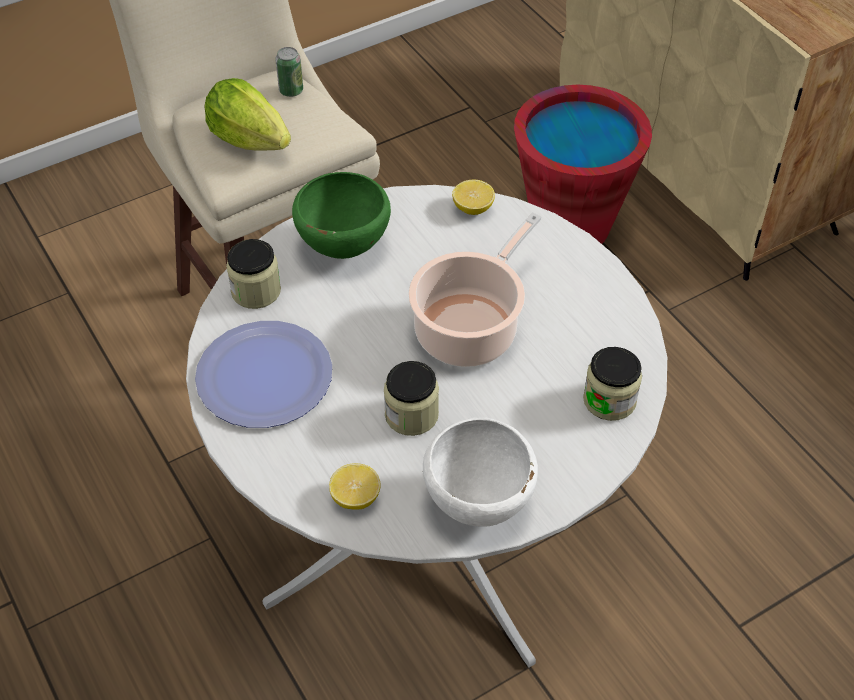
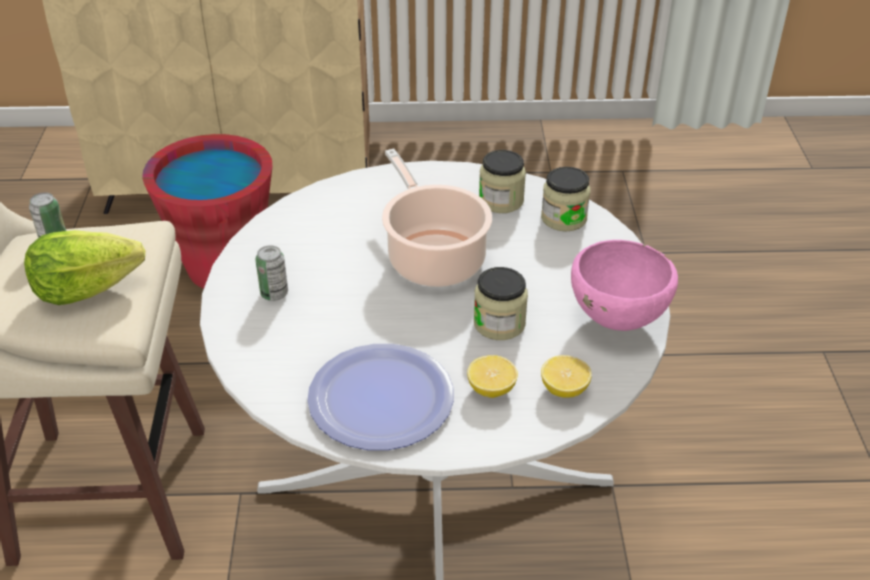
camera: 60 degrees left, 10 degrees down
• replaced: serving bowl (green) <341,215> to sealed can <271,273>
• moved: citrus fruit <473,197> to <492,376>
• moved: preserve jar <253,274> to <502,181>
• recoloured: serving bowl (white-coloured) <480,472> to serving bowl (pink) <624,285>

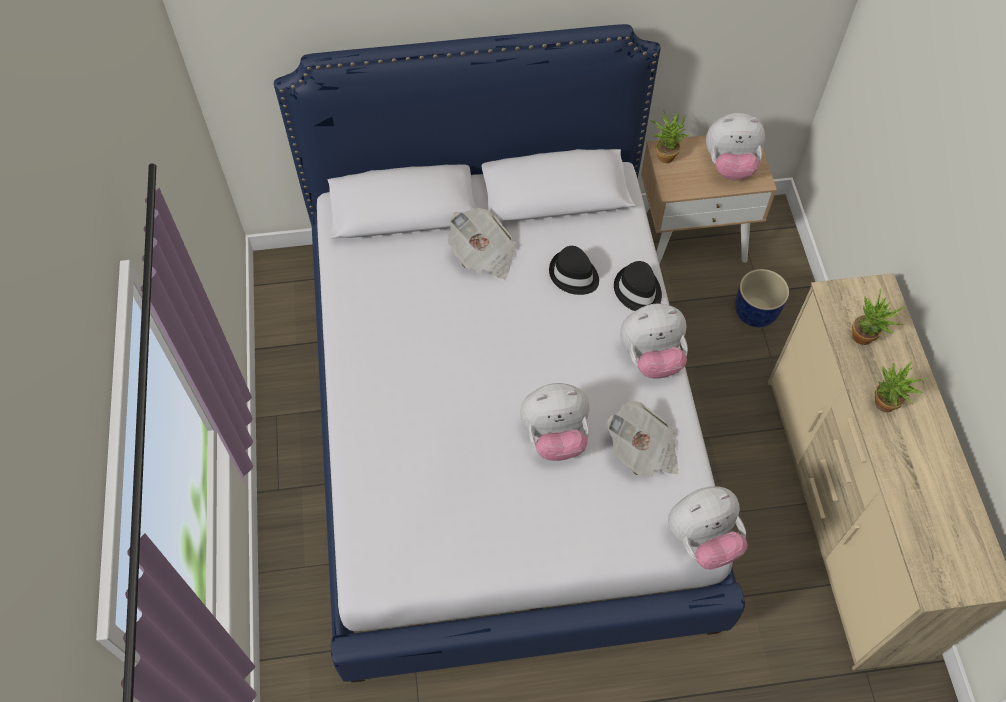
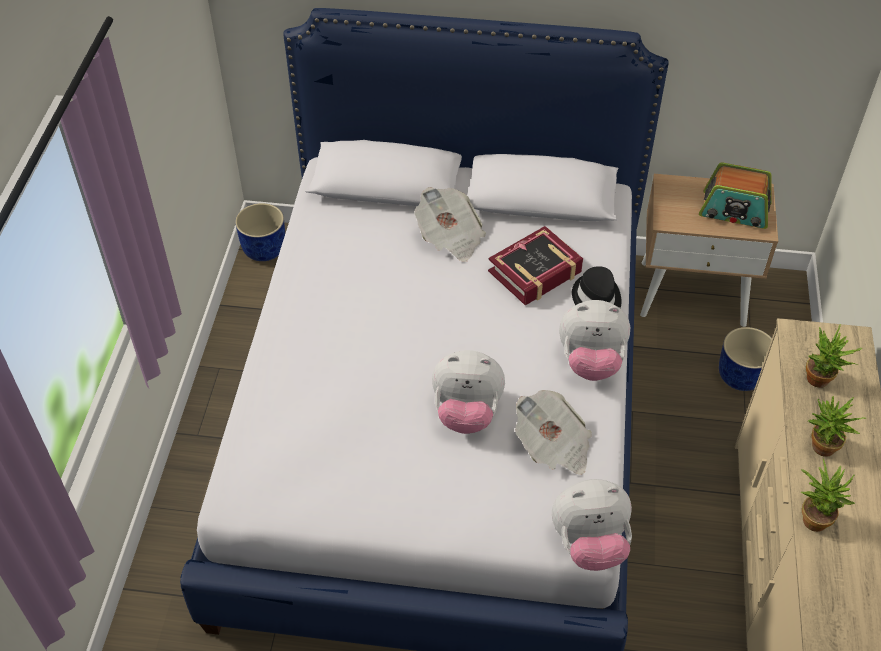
camera: 15 degrees right, 10 degrees down
• added: plant pot (blue) <260,232>
• replaced: wearable hat (blackish) <574,270> to volume <535,265>
• replaced: soft toy <735,146> to radio set <735,196>
• moved: plant in a pot <669,137> to <827,495>

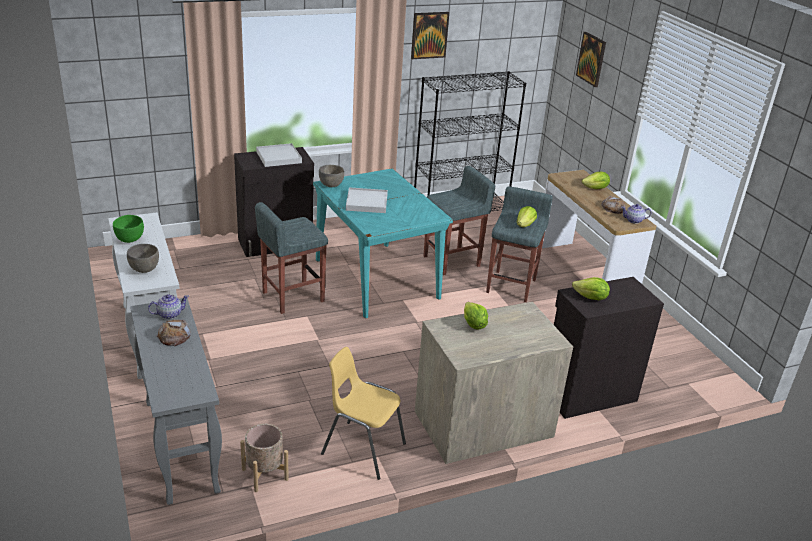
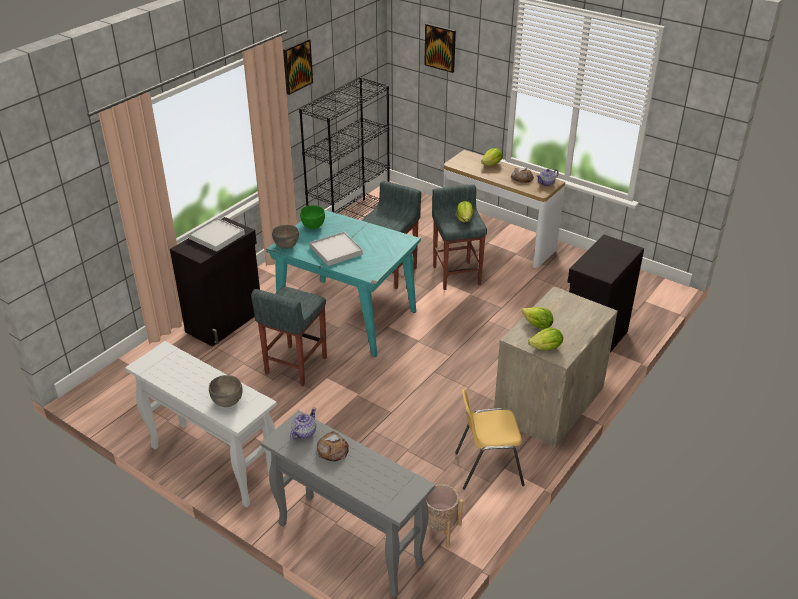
camera: 30 degrees left, 5 degrees up
• moved: serving bowl (green) <128,229> to <312,217>
• moved: lettuce <591,288> to <545,339>

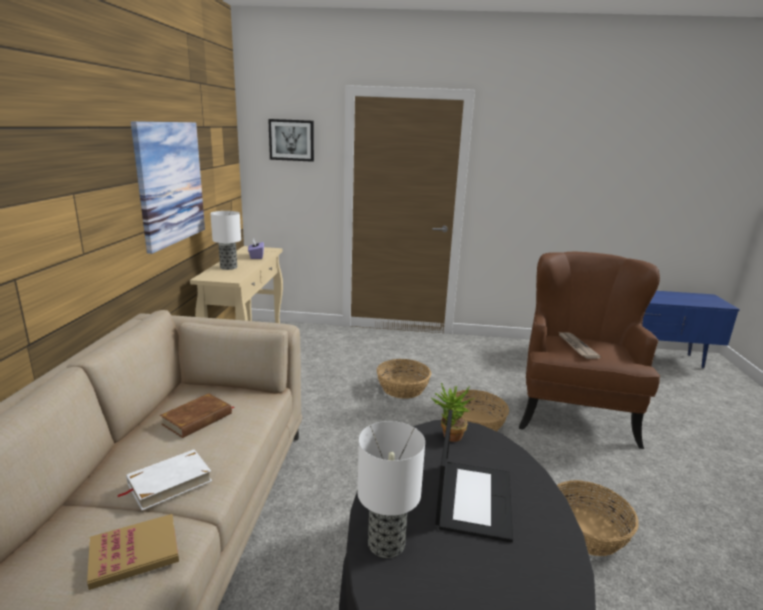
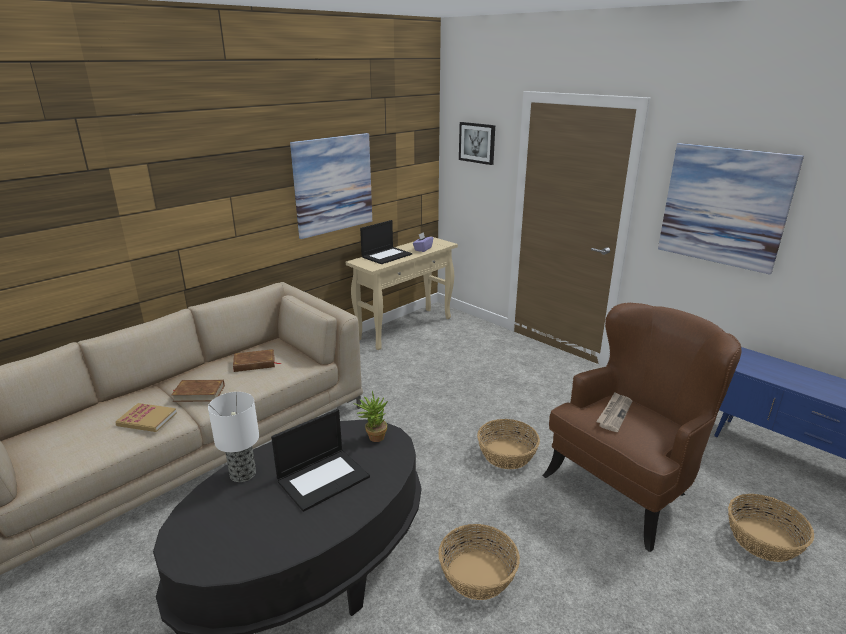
camera: 40 degrees right, 5 degrees up
• recoloured: volume (white-coloured) <165,479> to volume (brown-coloured) <198,391>
• replaced: tabletop lamp <225,240> to notebook computer <386,242>
• added: wall picture <731,209>
• moved: basket <404,379> to <771,528>

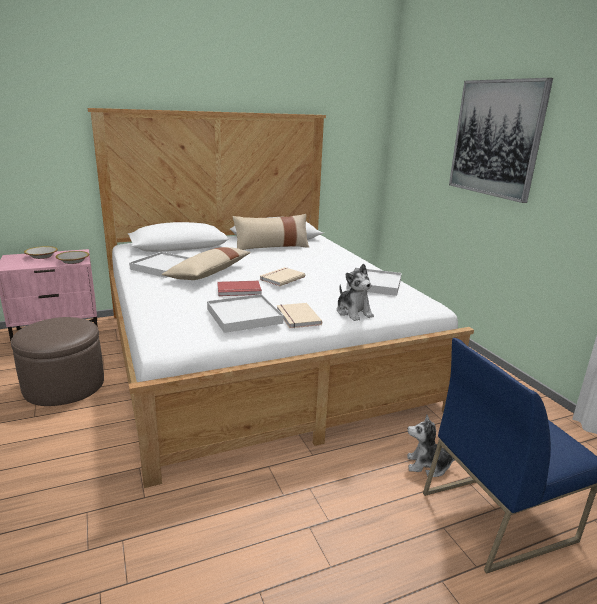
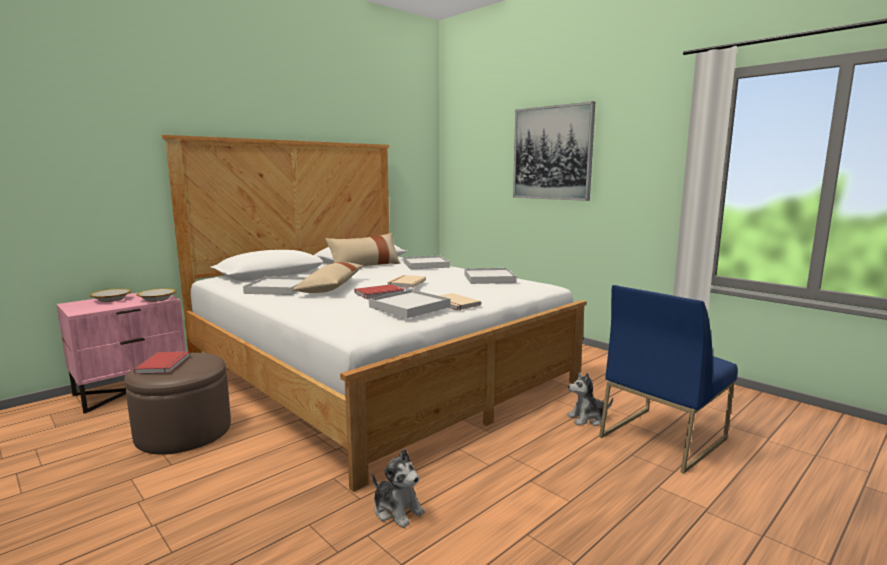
camera: 20 degrees left, 10 degrees down
• added: volume (reddish) <162,362>
• moved: soft toy <355,292> to <398,488>
• added: tray (white-coloured) <427,262>

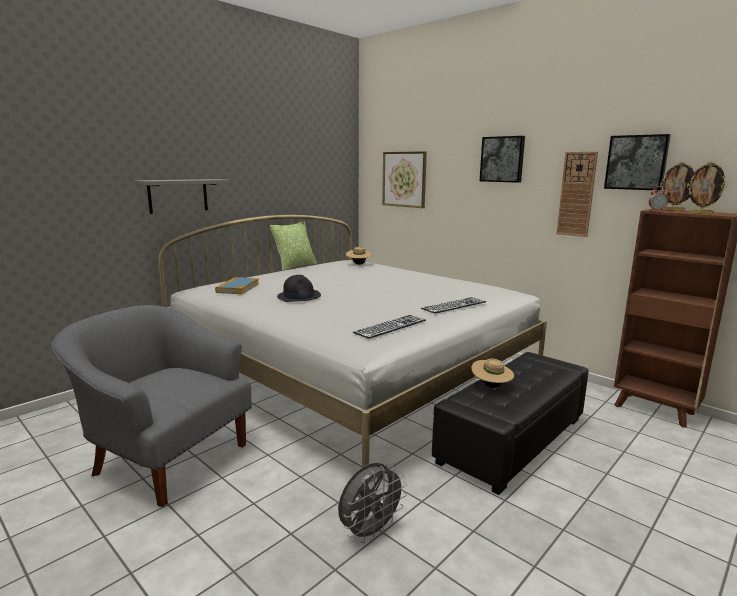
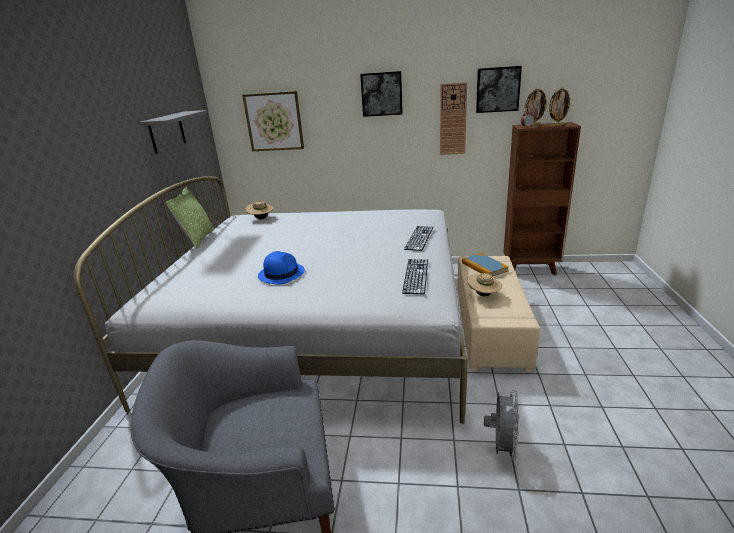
camera: 35 degrees left, 10 degrees up
• moved: wall shelf (gray) <181,196> to <173,132>
• recoloured: wearable hat (blackish) <299,288> to wearable hat (blue) <281,268>
• recoloured: ottoman (blackish) <510,423> to ottoman (beige) <498,314>
• moved: volume <237,285> to <485,264>

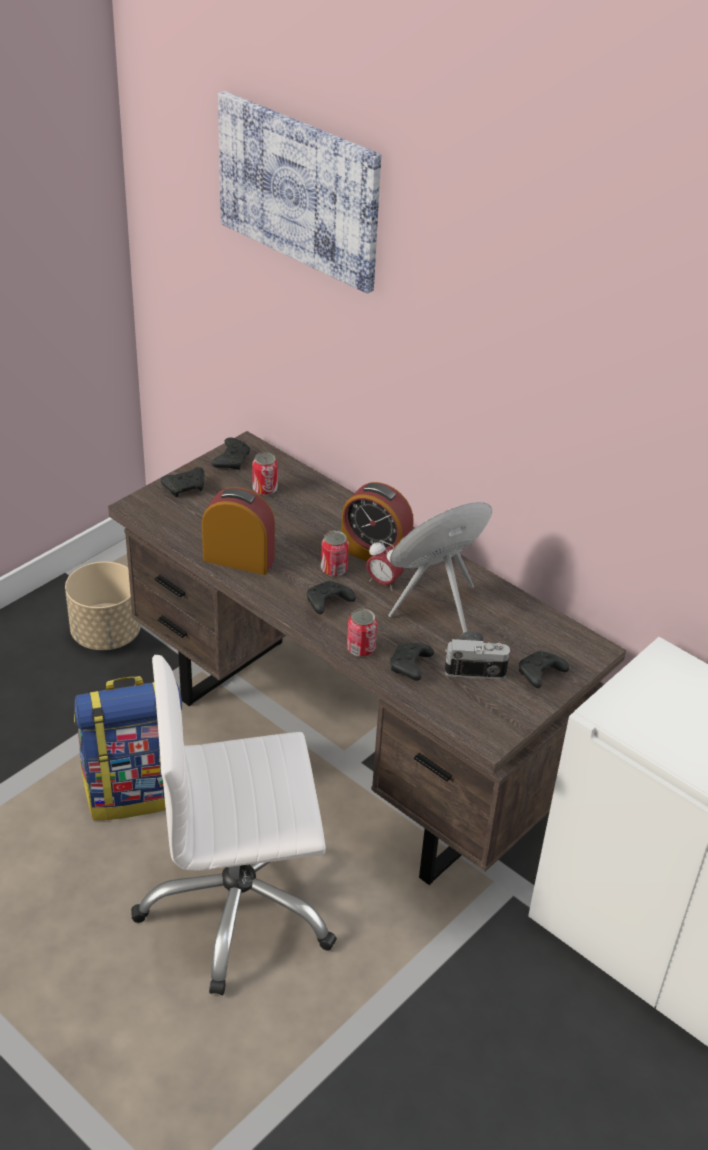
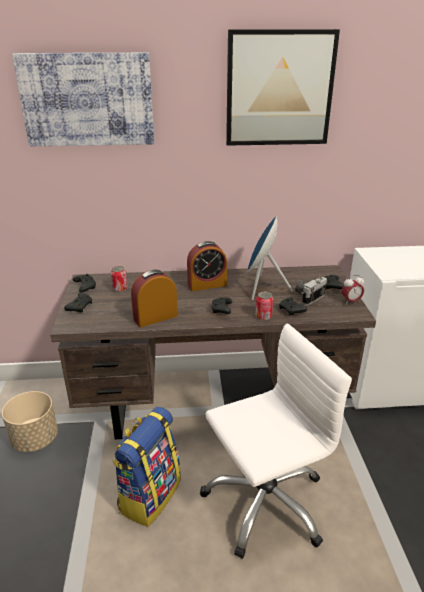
camera: 45 degrees left, 10 degrees down
• turned: desk chair (white-coloured) <234,825> = <276,441> 150 degrees counterclockwise
• added: wall picture <283,87>
• moved: table clock <385,566> to <353,289>
• removed: sealed can <335,553>

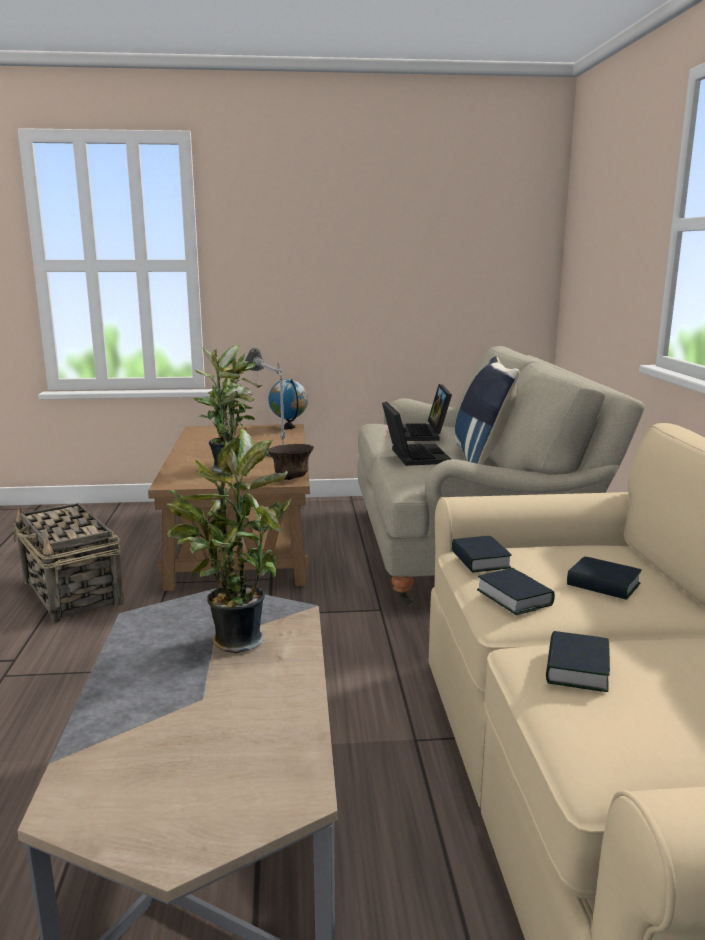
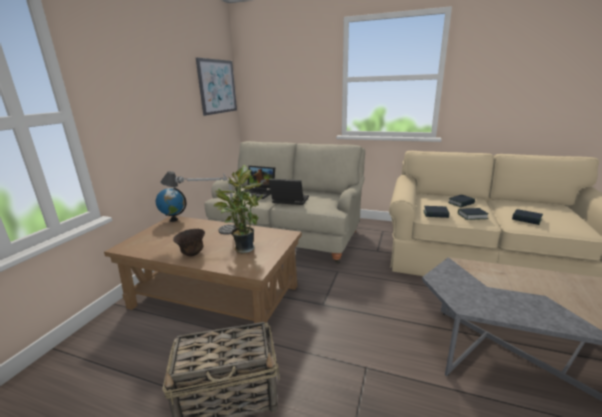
camera: 65 degrees left, 5 degrees up
• moved: serving bowl (brown-coloured) <290,462> to <189,243>
• added: wall picture <216,87>
• removed: plant in a pot <228,540>
• removed: pillow (blue) <487,410>

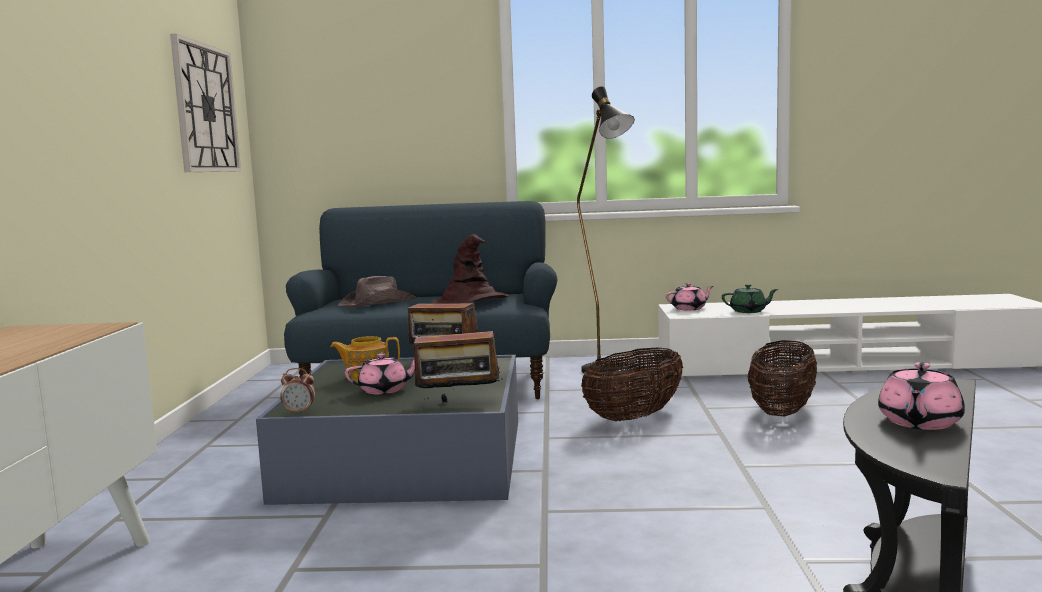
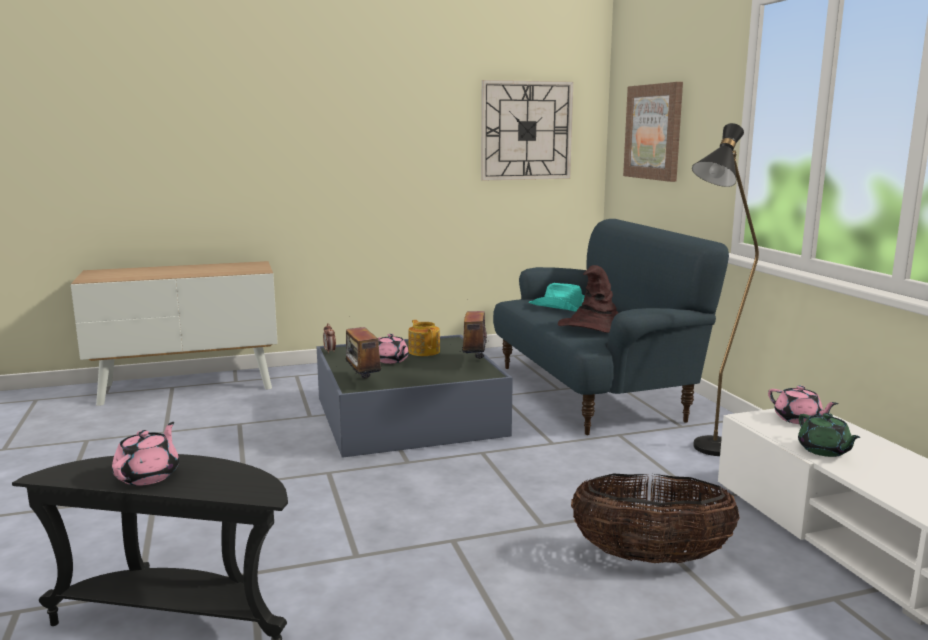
camera: 70 degrees right, 5 degrees up
• turned: pot for tea (pink) <921,396> = <145,454> 90 degrees clockwise
• recoloured: wearable hat (brown-coloured) <377,291> to wearable hat (blue-green) <557,297>
• added: wall picture <653,132>
• removed: basket <632,385>

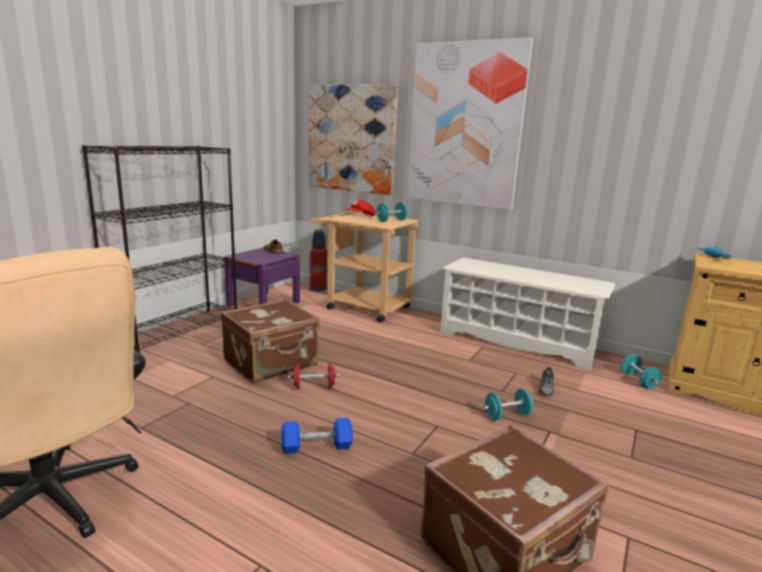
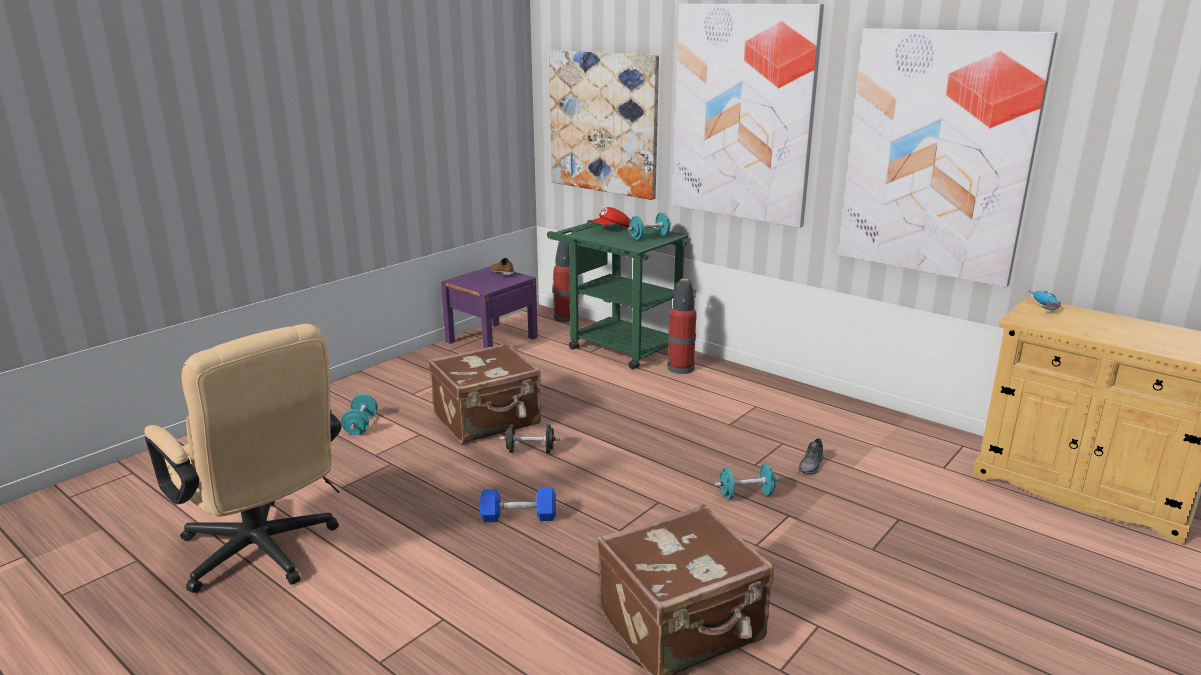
camera: 10 degrees right, 5 degrees up
• moved: free weight (blue-green) <641,371> to <359,414>
• recoloured: free weight (reddish) <314,376> to free weight (blackish) <530,438>
• recoloured: wheeled cart (beige) <364,267> to wheeled cart (green) <617,294>
• added: fire-fighting cylinder <682,326>
• added: wall picture <948,157>
• removed: bookshelf (blackish) <159,248>
• removed: shoe shelf (white-coloured) <527,313>

